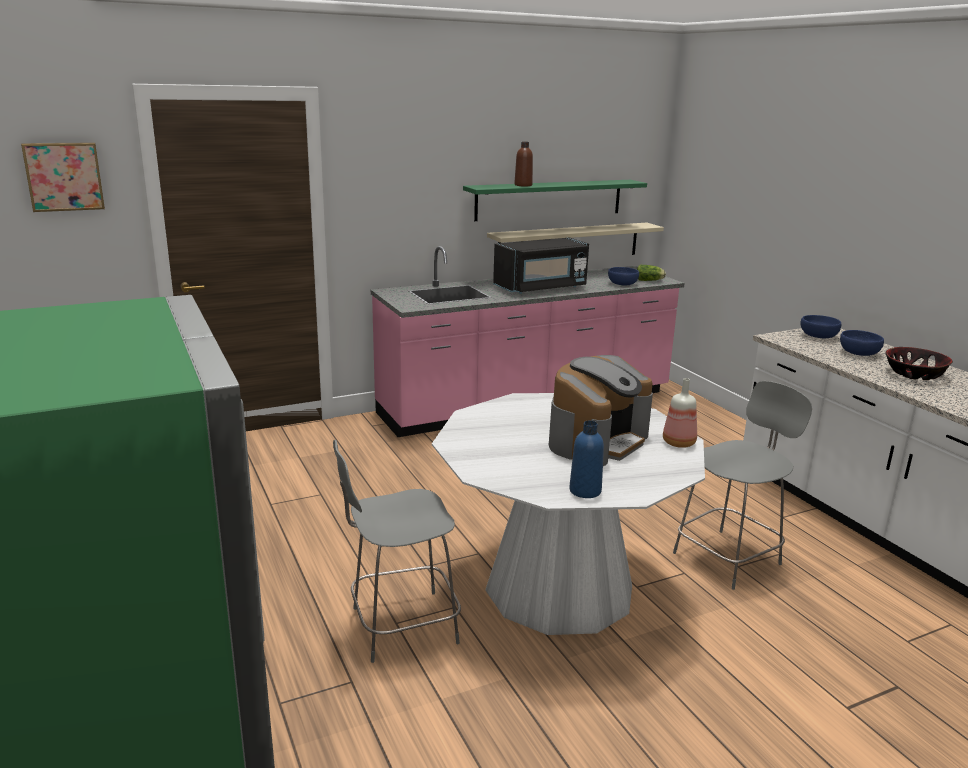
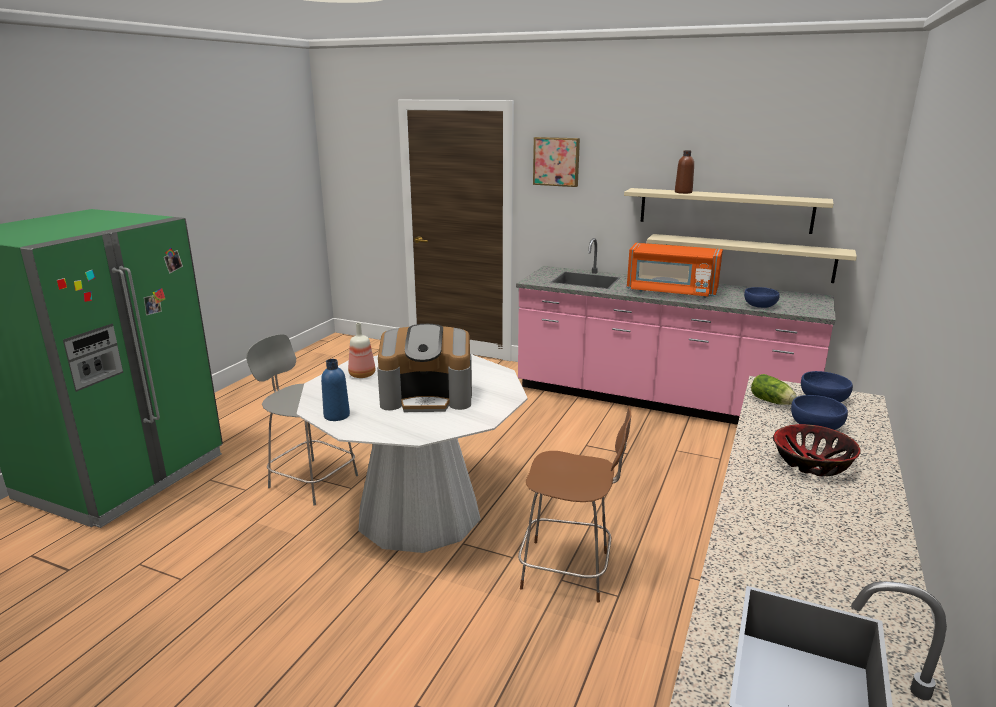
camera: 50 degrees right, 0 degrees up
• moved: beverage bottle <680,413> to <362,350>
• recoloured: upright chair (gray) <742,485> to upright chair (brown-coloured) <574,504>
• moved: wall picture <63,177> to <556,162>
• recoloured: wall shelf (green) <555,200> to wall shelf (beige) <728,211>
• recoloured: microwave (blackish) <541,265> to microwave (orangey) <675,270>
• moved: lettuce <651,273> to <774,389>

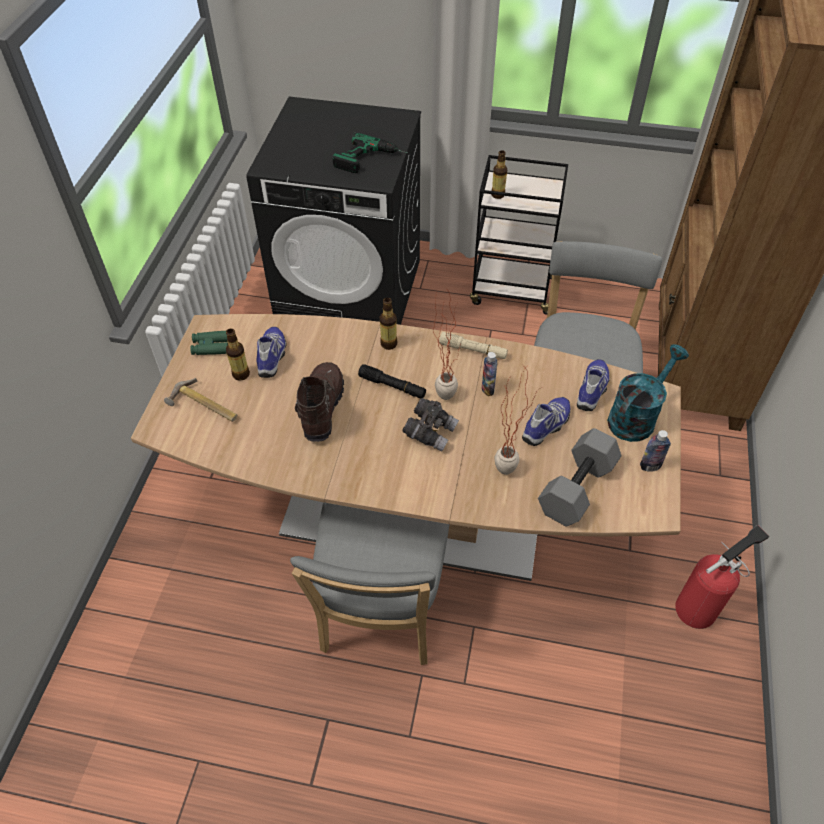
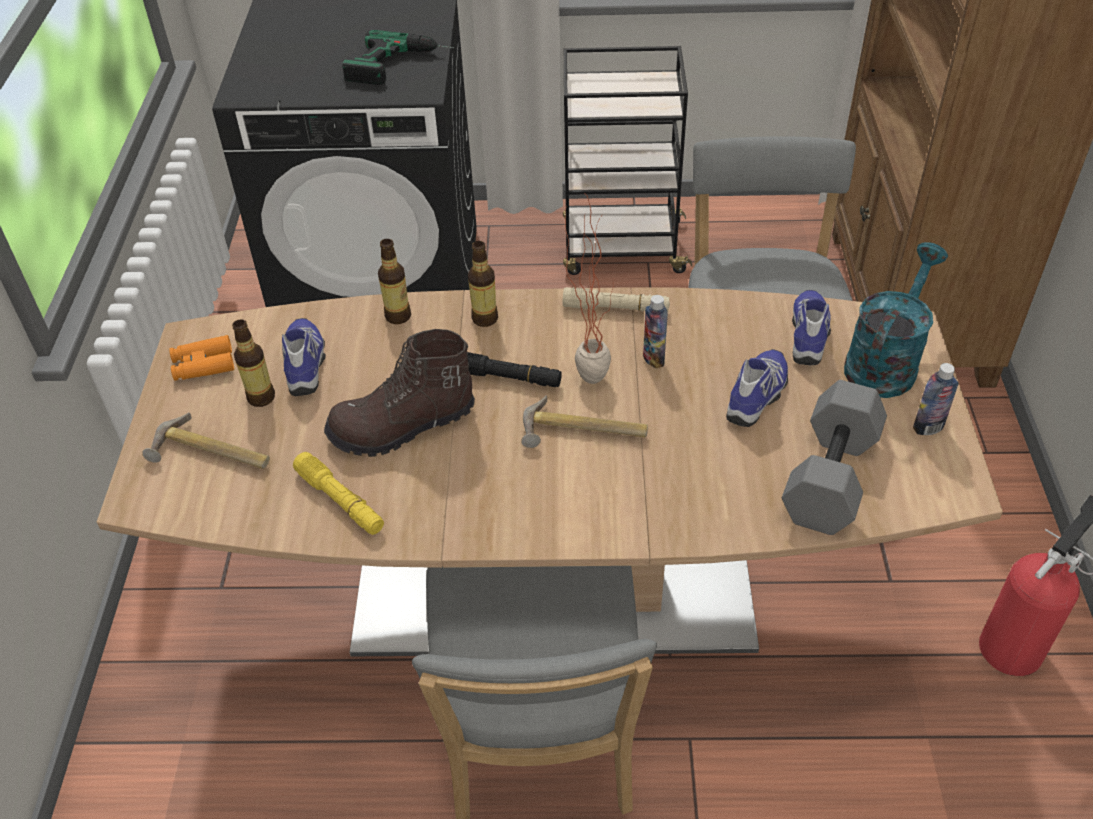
camera: 10 degrees left, 5 degrees down
• recoloured: binoculars (green) <209,343> to binoculars (orangey) <201,358>
• added: torch (yellow) <338,493>
• turned: boot (brown-coloured) <319,402> = <399,393> 105 degrees counterclockwise
• moved: beverage bottle <499,174> to <394,281>
• replaced: binoculars (gray) <431,425> to hammer <584,421>
• removed: plant in a pot <516,419>

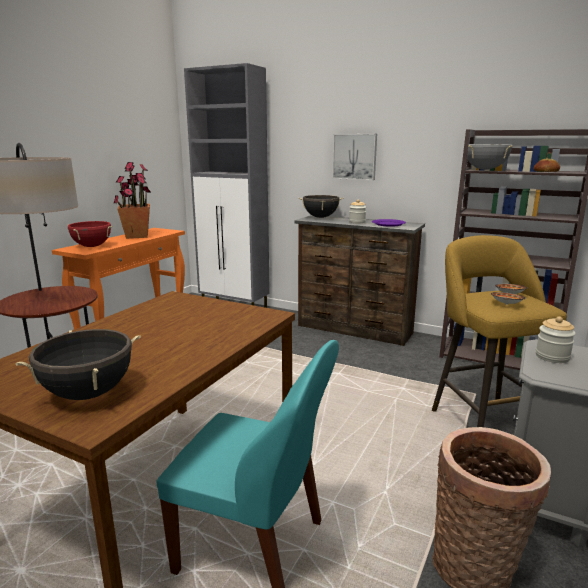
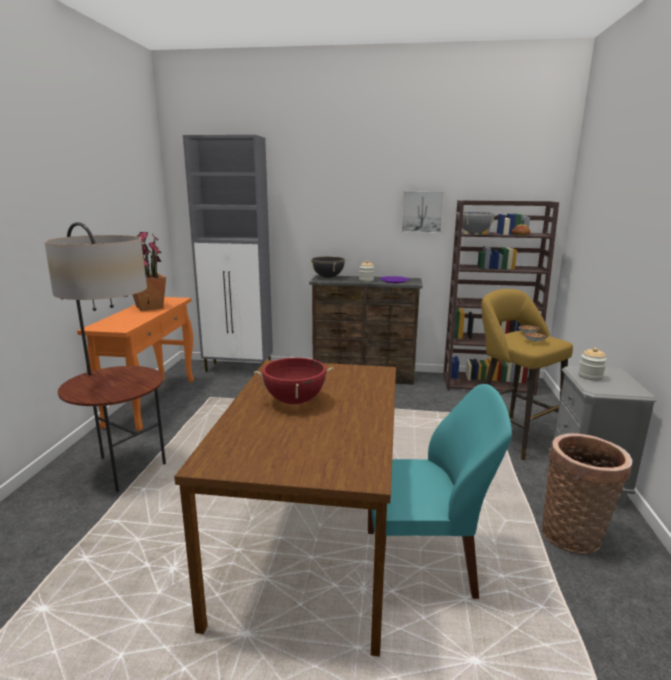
camera: 20 degrees left, 0 degrees up
• moved: saucepot (reddish) <90,234> to <294,380>
• moved: wall picture <354,157> to <423,212>
• removed: saucepot (blackish) <78,364>

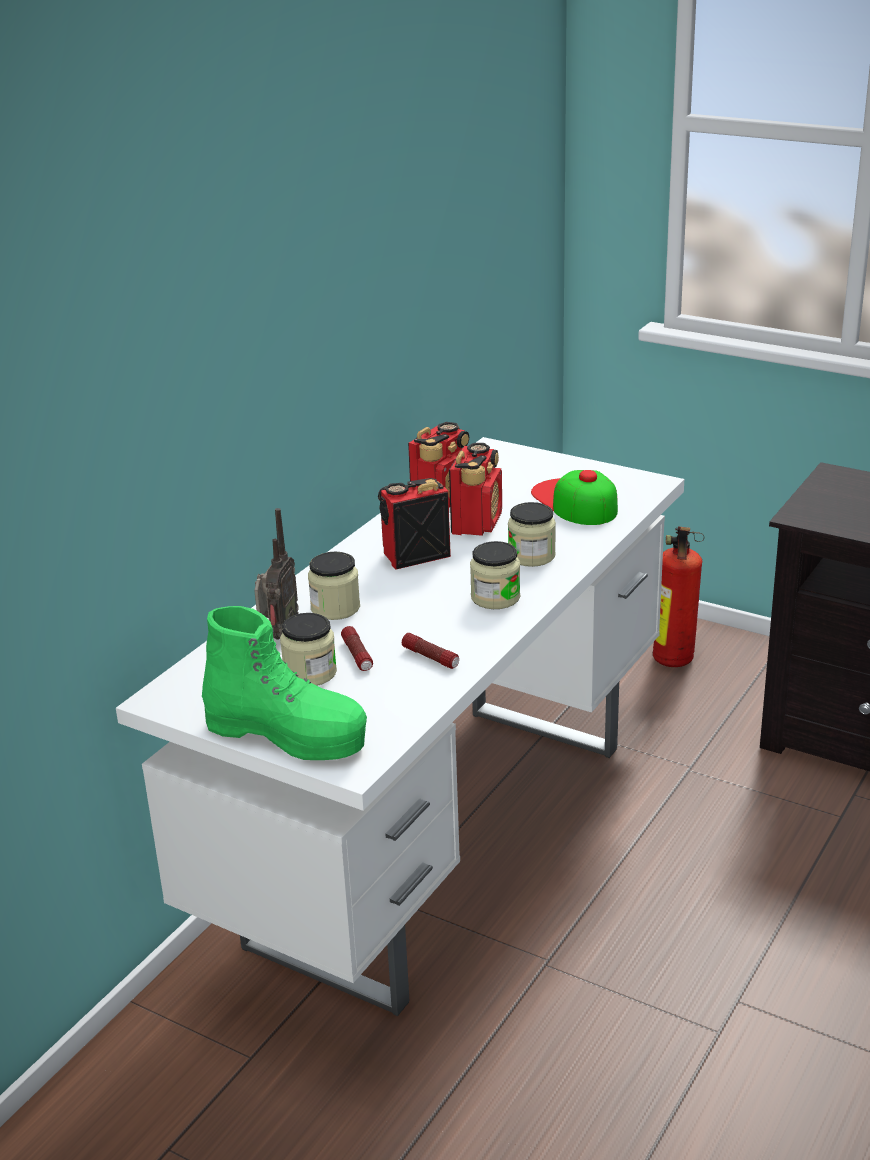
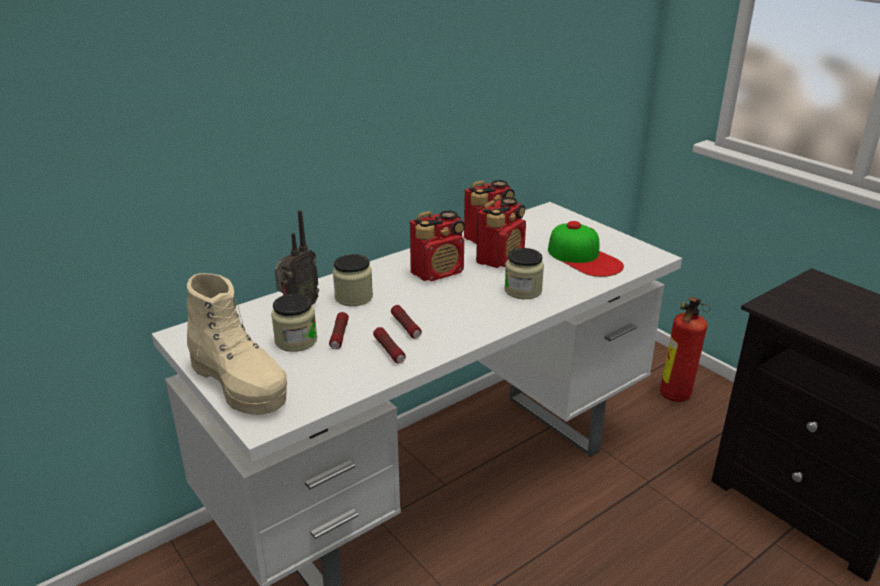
camera: 20 degrees right, 0 degrees up
• recoloured: boot (green) <284,683> to boot (beige) <237,344>
• added: torch <406,322>
• turned: radio set <414,524> = <437,246> 150 degrees clockwise
• turned: baseball cap <574,497> = <586,249> 150 degrees clockwise
• removed: preserve jar <495,575>

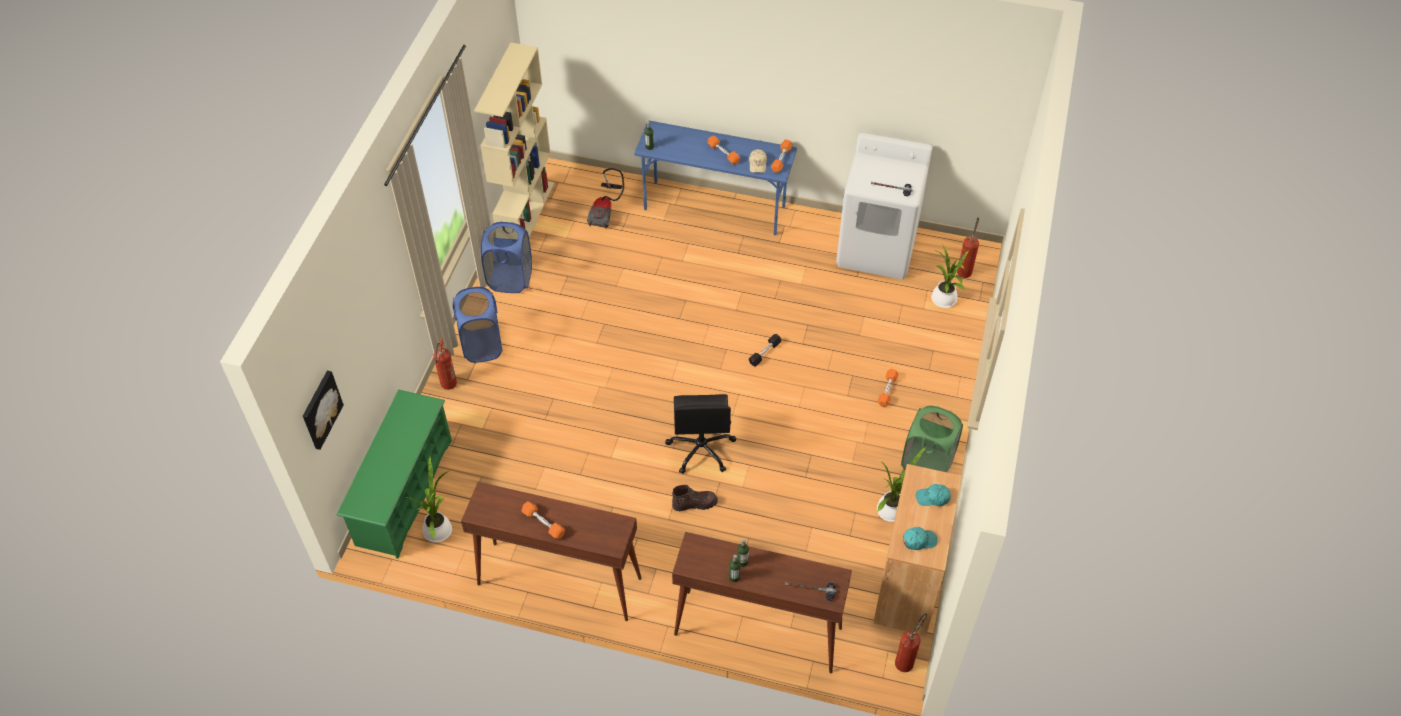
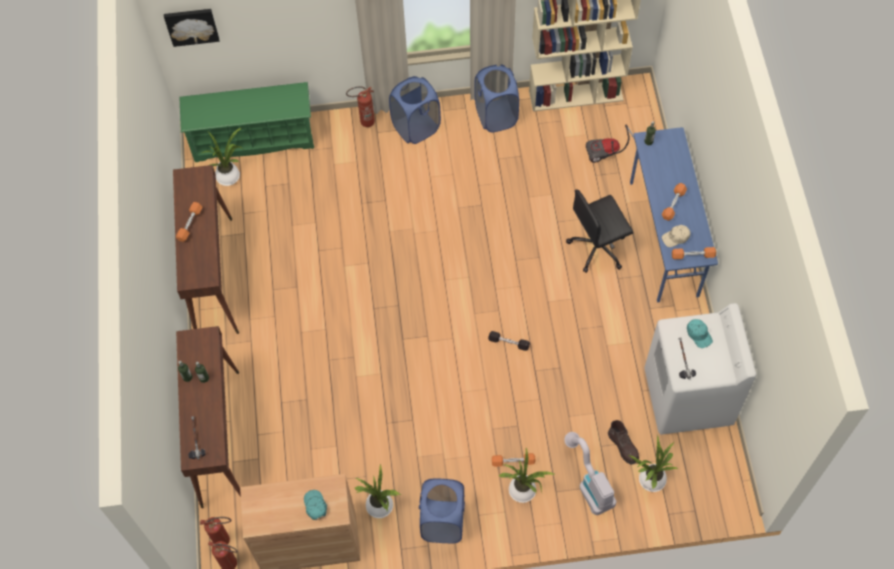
camera: 70 degrees right, 10 degrees up
• moved: fire-fighting cylinder <968,247> to <215,530>
• recoloured: washing basket (green) <932,439> to washing basket (blue) <442,511>
• added: plant in a pot <527,475>
• added: hoover <590,473>
• moved: desk chair (blackish) <700,434> to <600,231>
• moved: boot (brown-coloured) <695,498> to <623,442>
• moved: baseball cap (blue-green) <920,538> to <700,333>

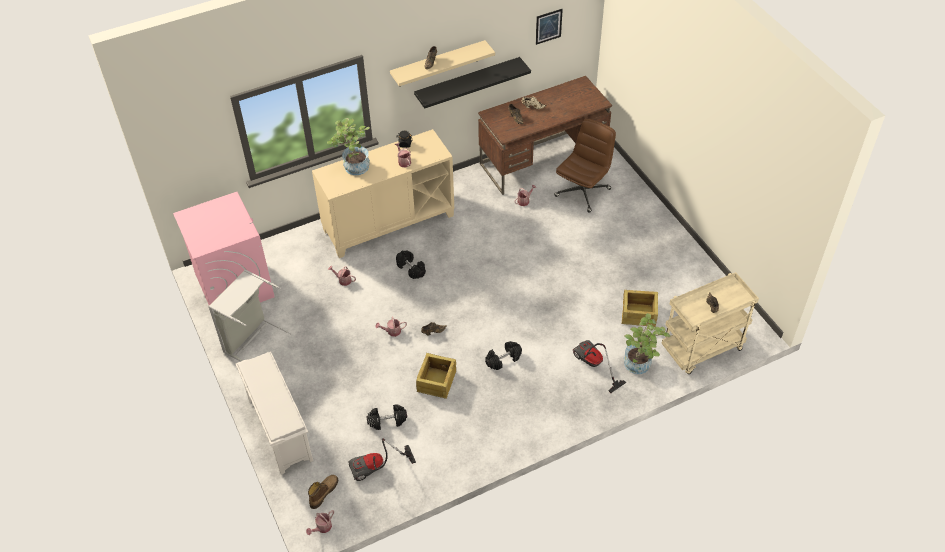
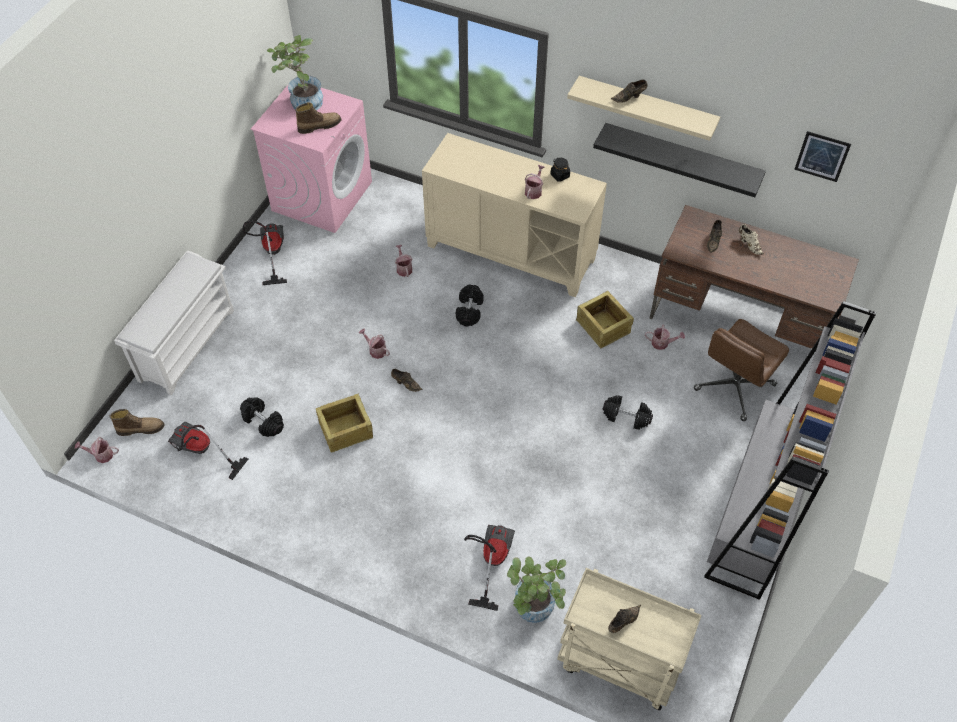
camera: 50 degrees right, 5 degrees up
• replaced: washing basket (gray) <250,316> to hoover <265,253>
• moved: plant in a pot <348,146> to <295,72>
• added: boot <318,118>
• moved: crate <640,308> to <605,319>
• moved: free weight (blackish) <503,355> to <628,412>
• turned: desk chair (brown-coloured) <585,166> = <741,370> 135 degrees clockwise
• added: bookshelf (gray) <790,450>

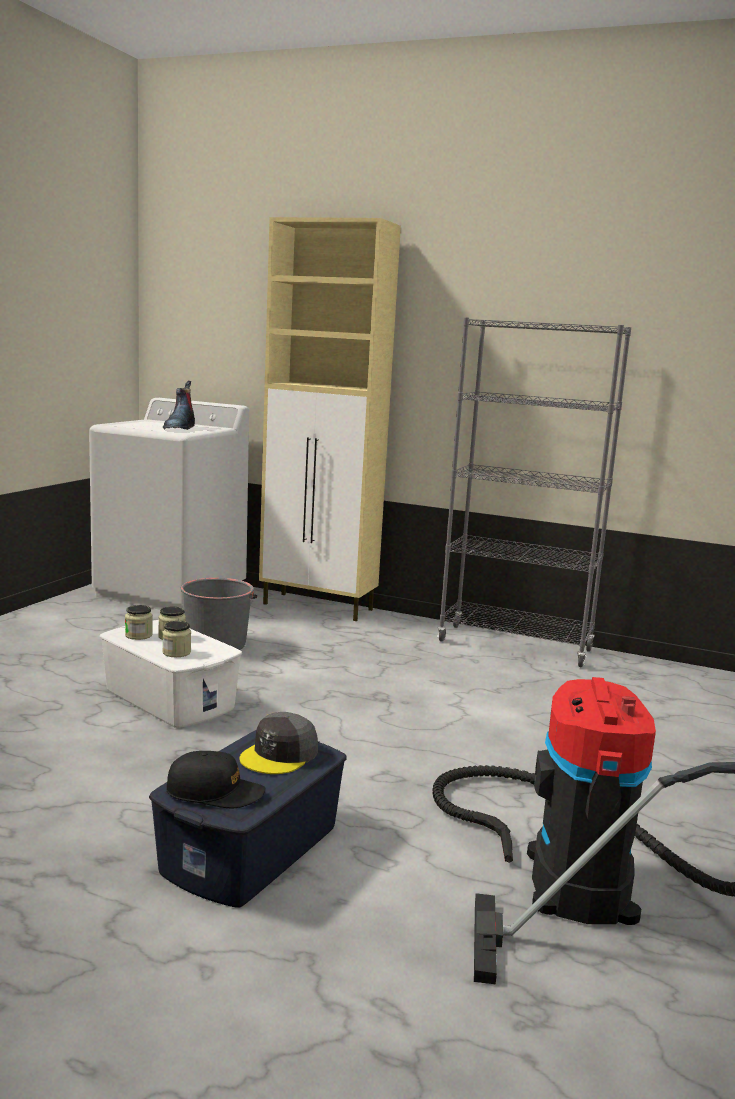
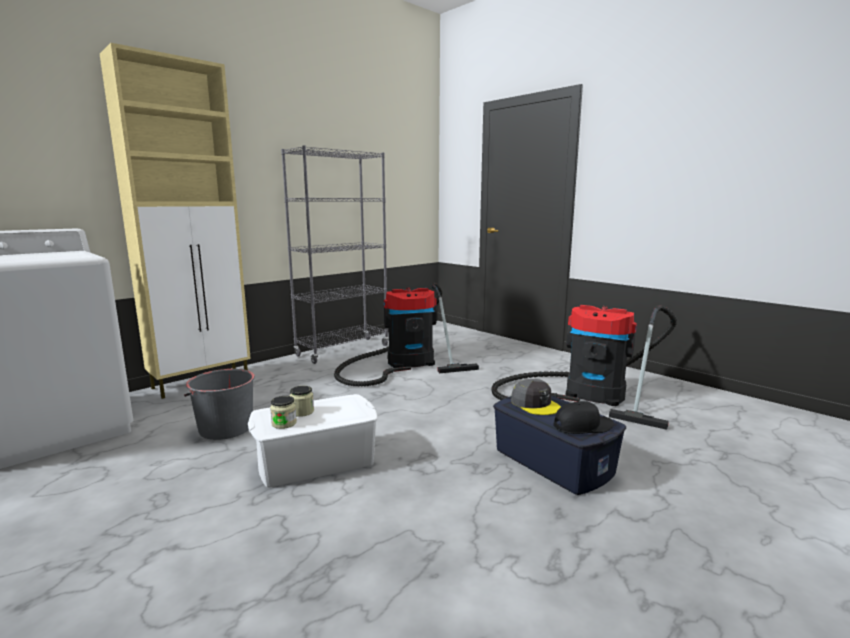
camera: 65 degrees left, 0 degrees up
• added: hoover <406,335>
• turned: baseball cap (blackish) <216,779> = <584,417> 45 degrees clockwise
• removed: preserve jar <176,639>
• removed: boot <179,405>

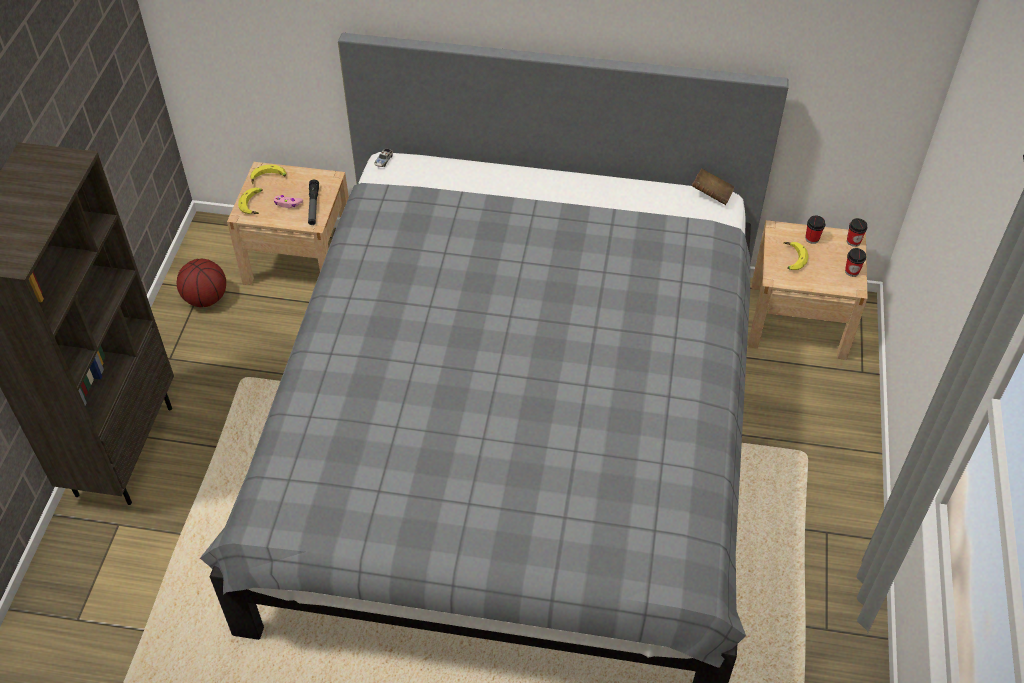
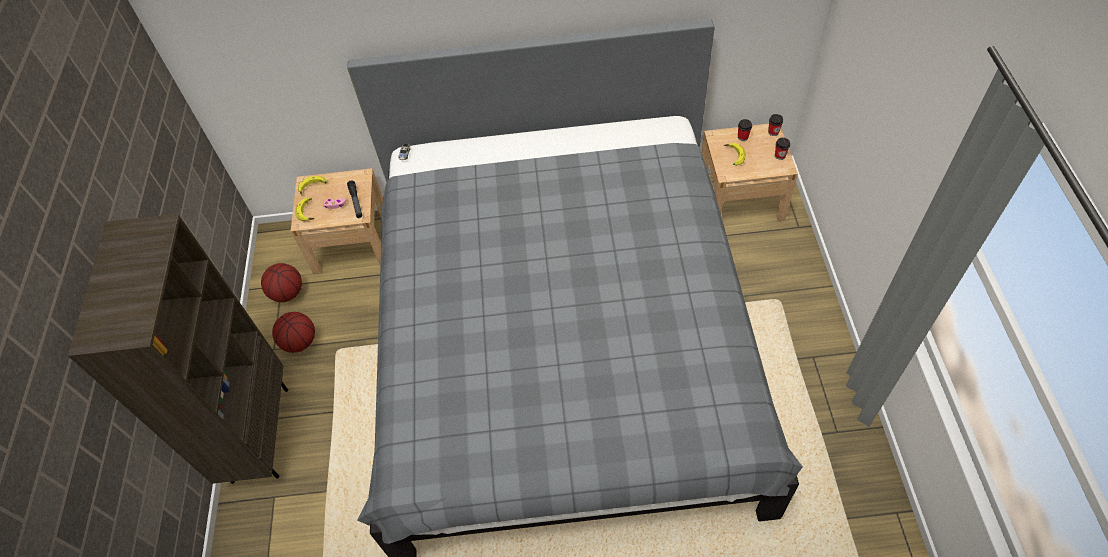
camera: 10 degrees left, 5 degrees up
• added: basketball <293,332>
• removed: volume (brown-coloured) <713,186>

